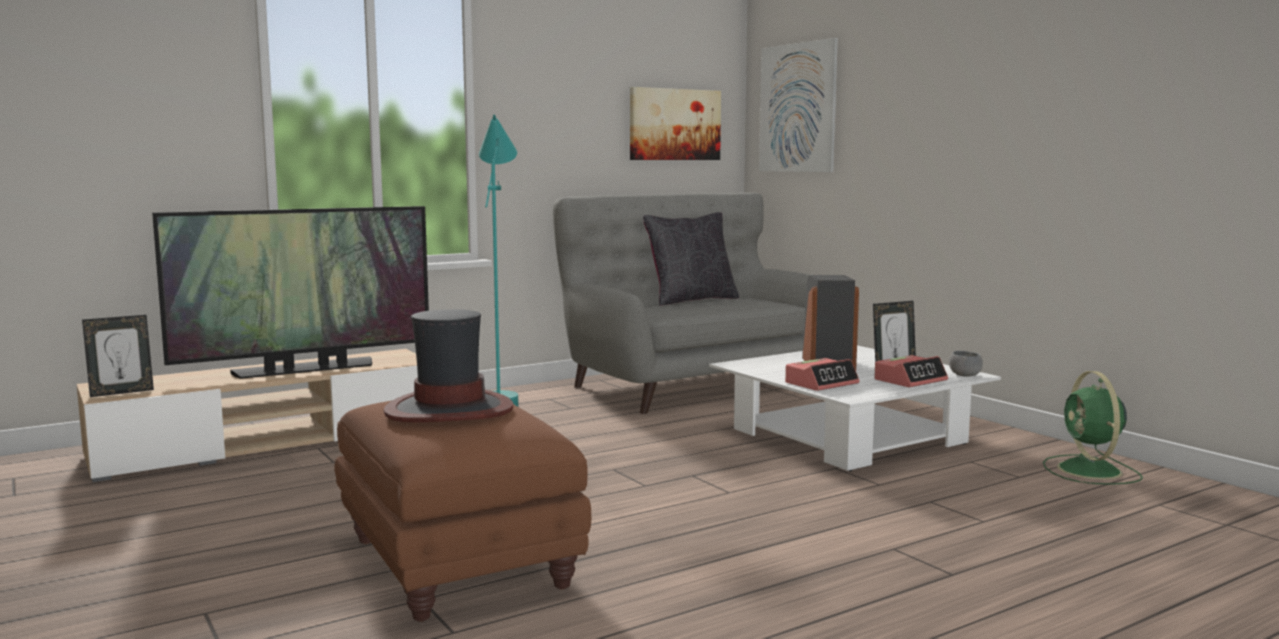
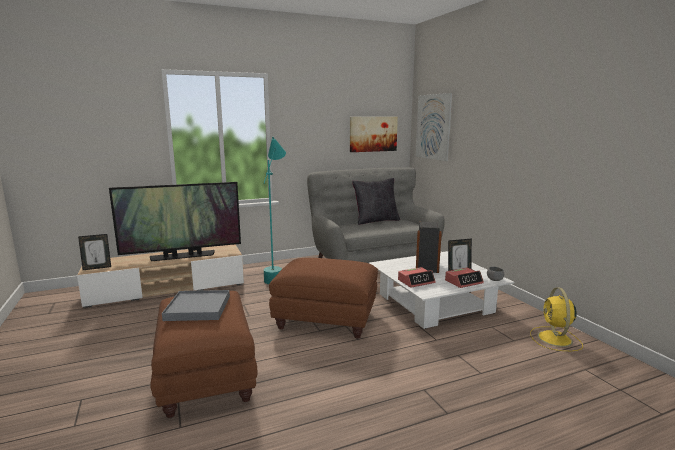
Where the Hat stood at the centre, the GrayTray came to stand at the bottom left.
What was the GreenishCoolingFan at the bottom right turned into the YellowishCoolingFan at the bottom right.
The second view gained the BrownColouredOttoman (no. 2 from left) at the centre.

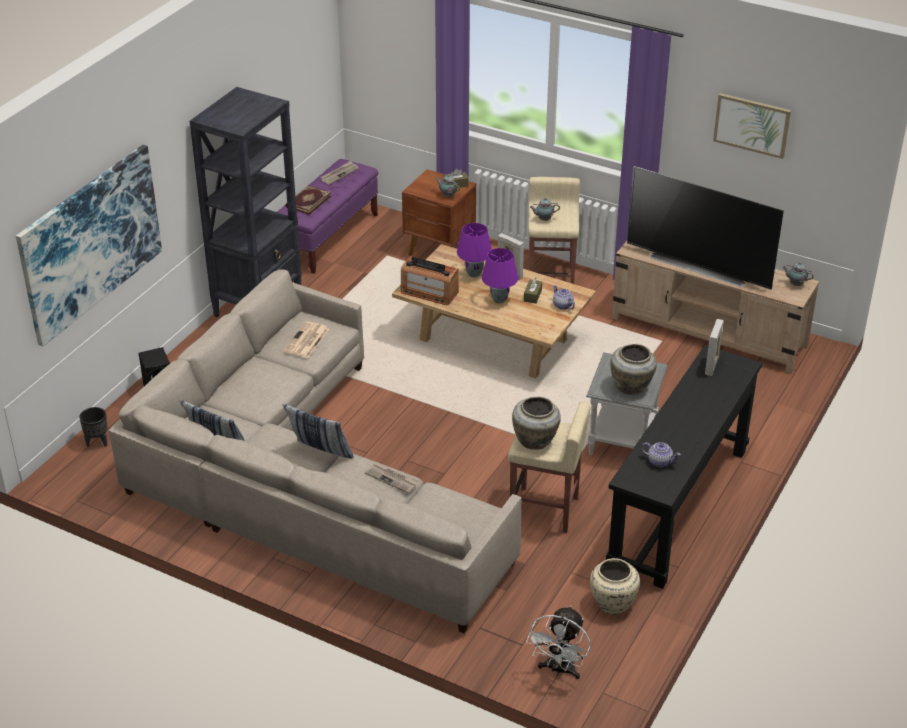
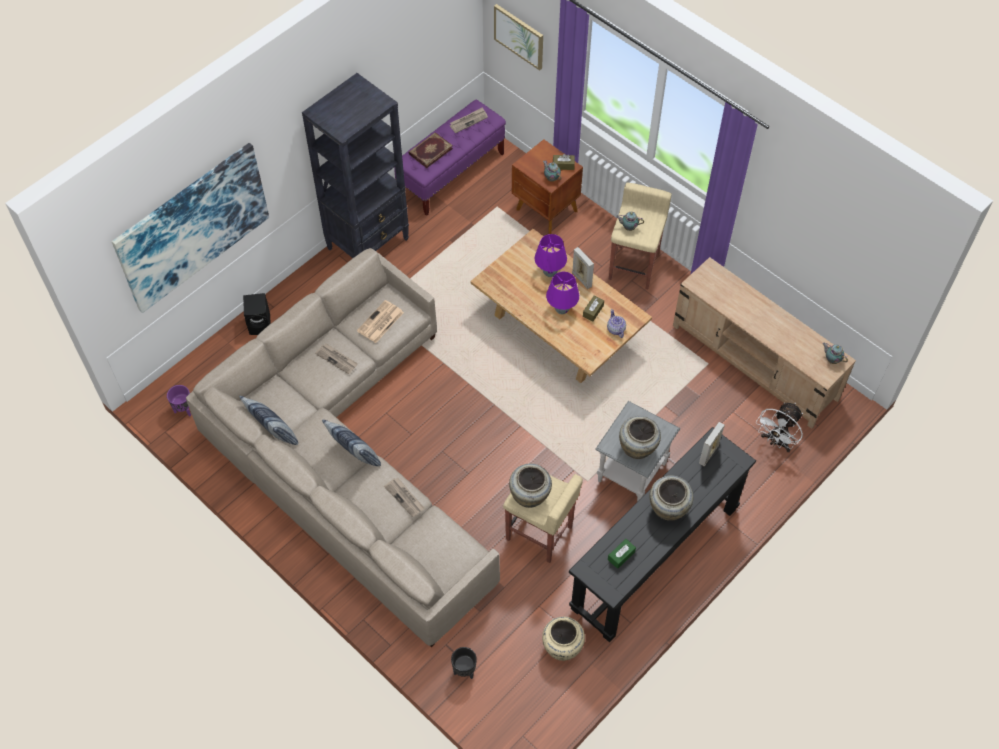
The WallPicture (no. 2 from left) ended up elsewhere, having gone from the top right to the top centre.
The second view lost the Television at the top right.
The second view lost the Radio at the centre.
The BlackFlowerPot ended up elsewhere, having gone from the middle left to the bottom centre.
Where the Teapot (no. 4 from left) stood at the middle right, the GreenishTissueBox came to stand at the bottom centre.
The WhiteCoolingFan ended up elsewhere, having gone from the bottom centre to the middle right.
The second view gained the Newspaper (no. 1 from left) at the centre.
The second view gained the PurpleColouredFlowerPot at the middle left.
The second view gained the BeigeColouredDecorativeVase (no. 4 from left) at the middle right.

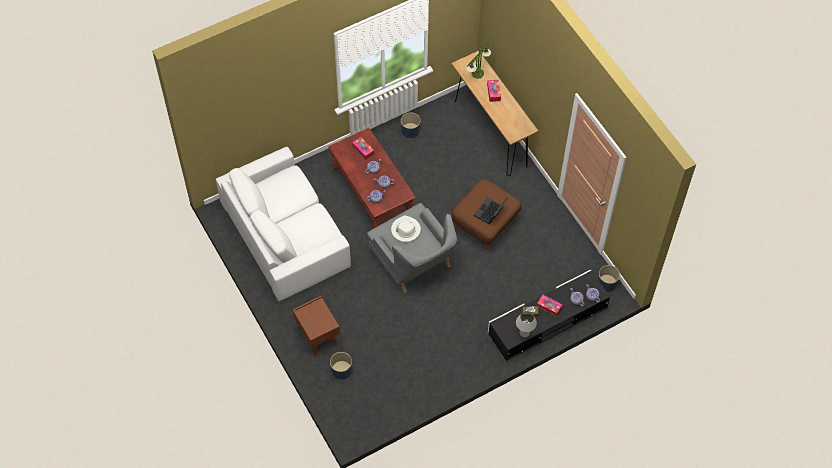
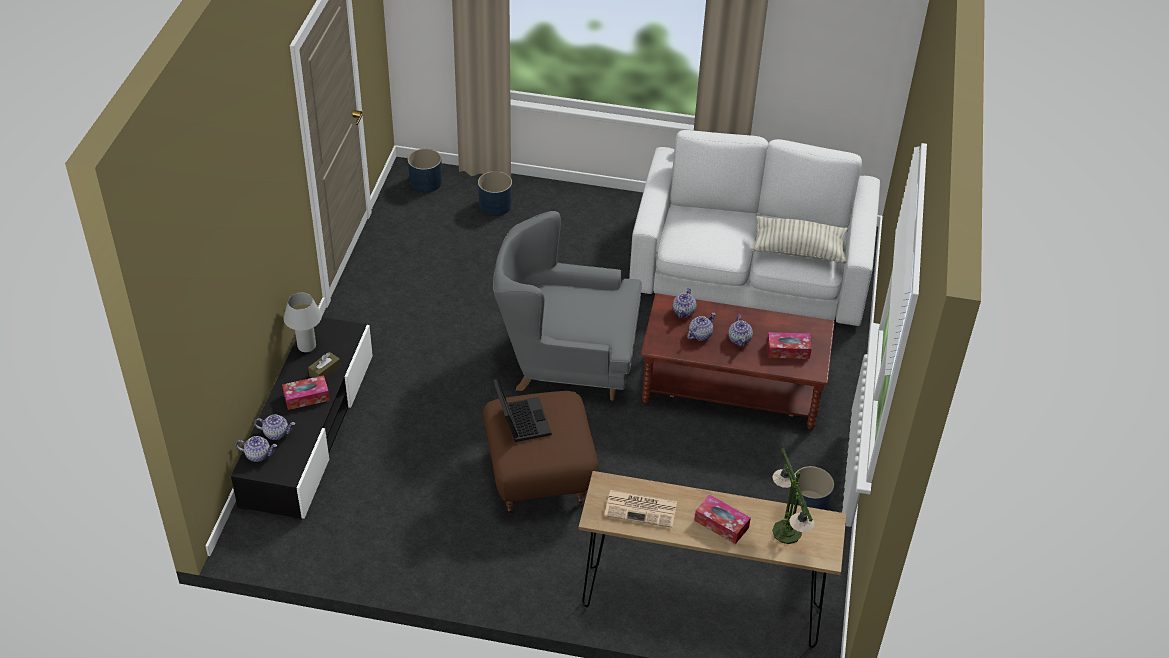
The second view lost the WhiteHat at the centre.
The BlueColouredFlowerPot (no. 3 from left in the first image) ended up elsewhere, having gone from the middle right to the top centre.
The second view lost the BrownColouredBedsideTable at the bottom centre.
The second view gained the Pillow at the middle right.
The second view gained the Newspaper at the bottom centre.

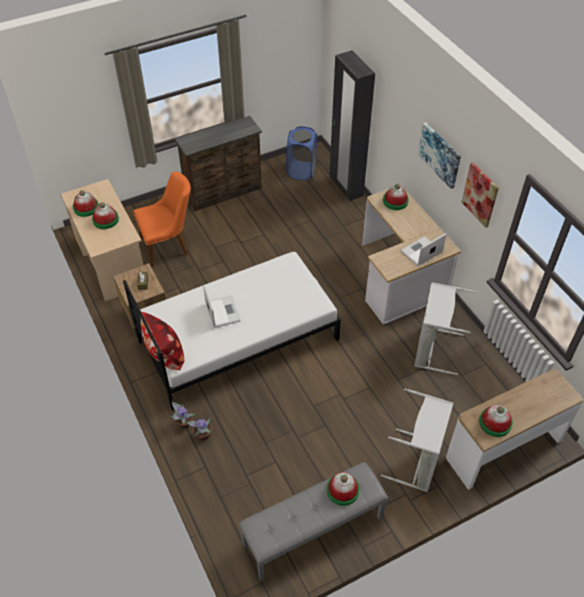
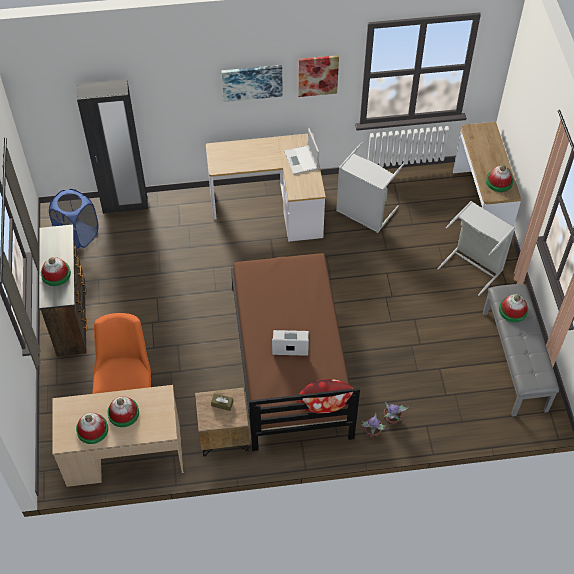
The Hat (no. 4 from left in the first image) ended up elsewhere, having gone from the top right to the middle left.
What was the WhiteBed at the centre turned into the BrownColouredBed at the centre.

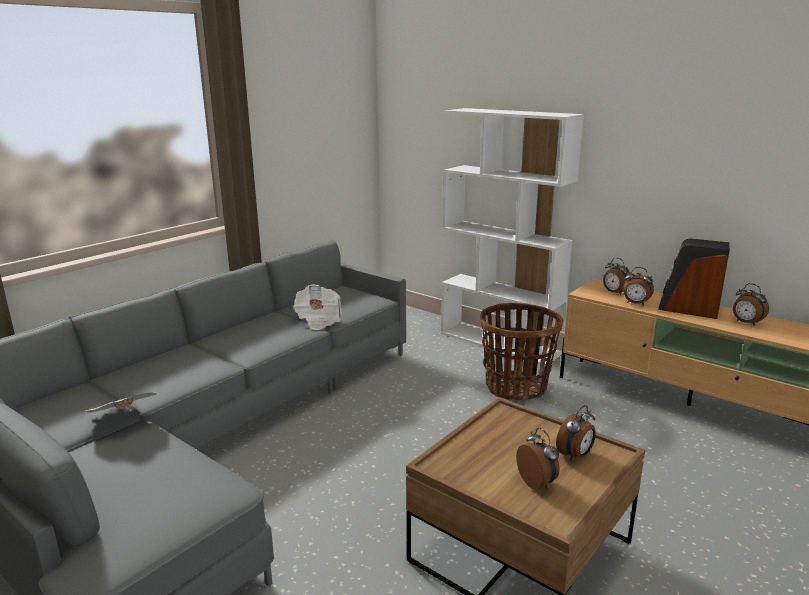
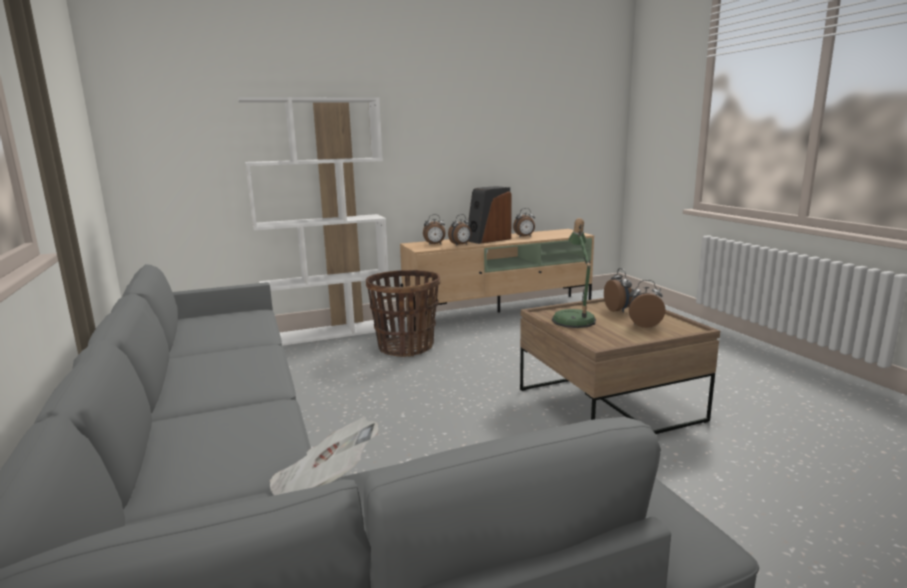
The second view lost the Newspaper (no. 2 from left) at the centre.
The second view gained the TableLamp at the centre.

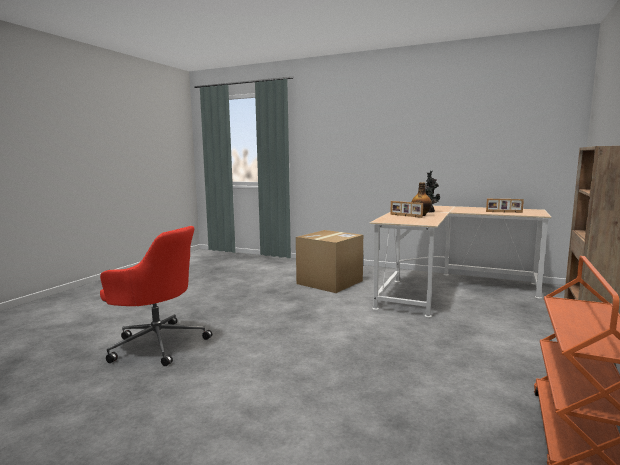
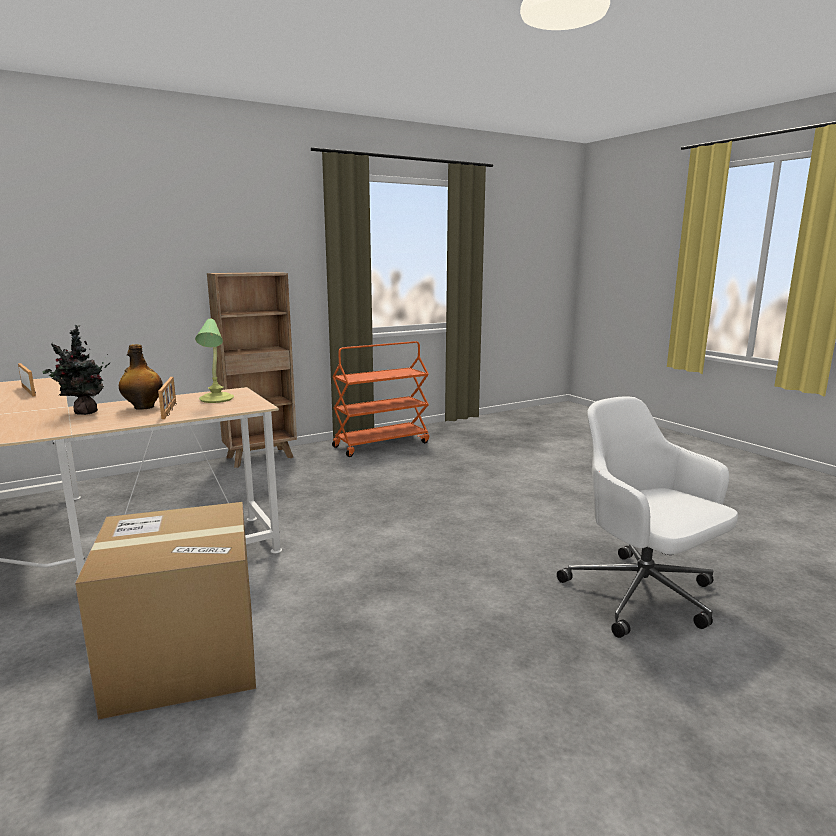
What was the RedDeskChair at the middle left turned into the WhiteDeskChair at the middle right.
The second view gained the TableLamp at the middle left.

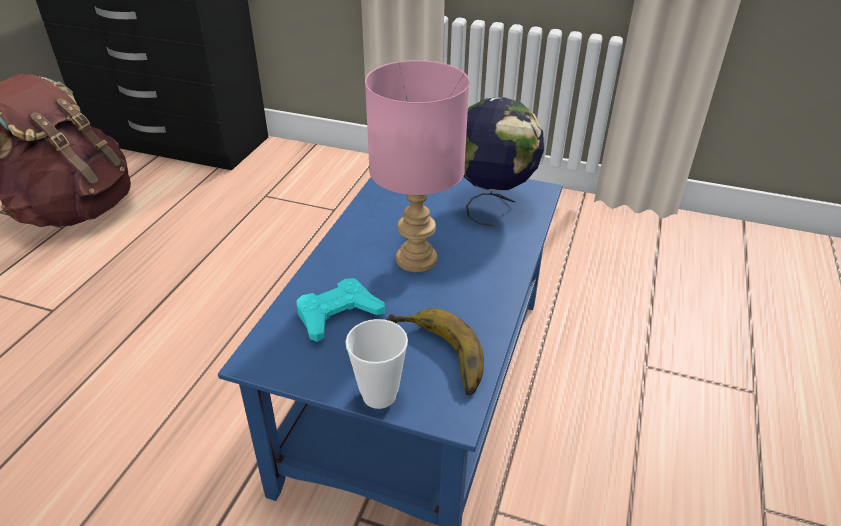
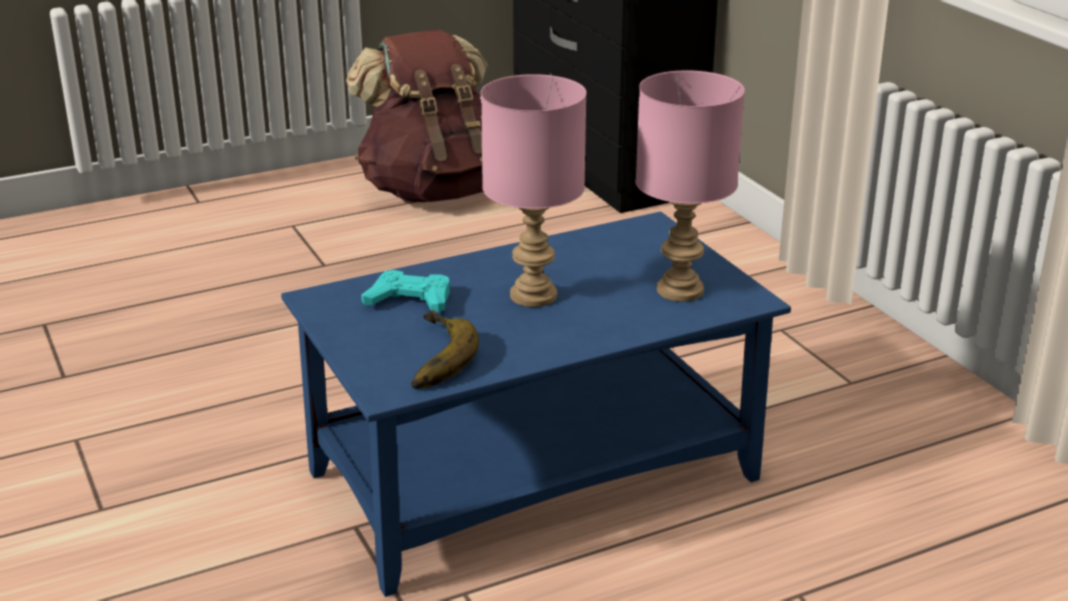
Where the DeskGlobe stood at the top centre, the PinkTableLamp (no. 2 from left) came to stand at the top centre.
The second view lost the SmallCup at the bottom centre.

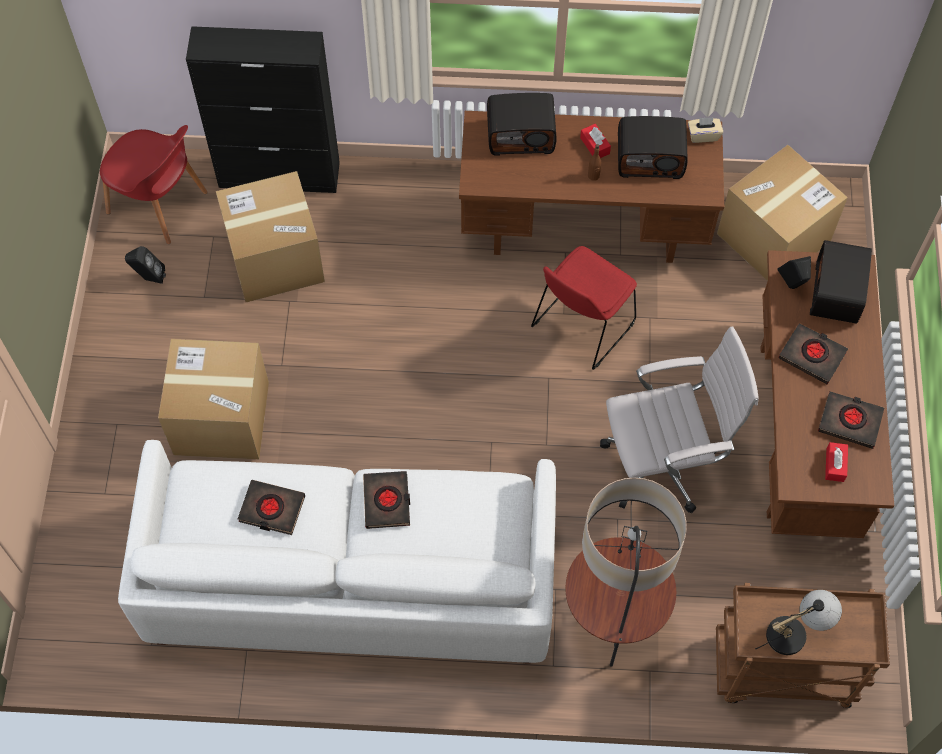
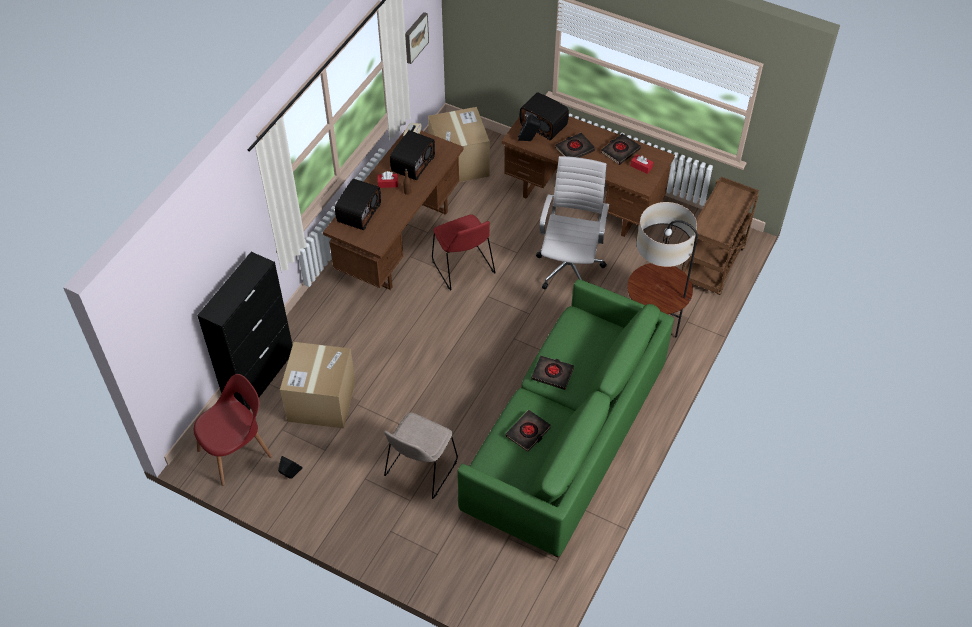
Where the CardboardBox (no. 1 from left) stood at the middle left, the BeigeColouredUprightChair came to stand at the bottom centre.
What was the WhiteSofa at the bottom centre turned into the GreenishSofa at the bottom centre.
The second view lost the TableLamp at the bottom right.
The second view gained the WallPicture at the top centre.

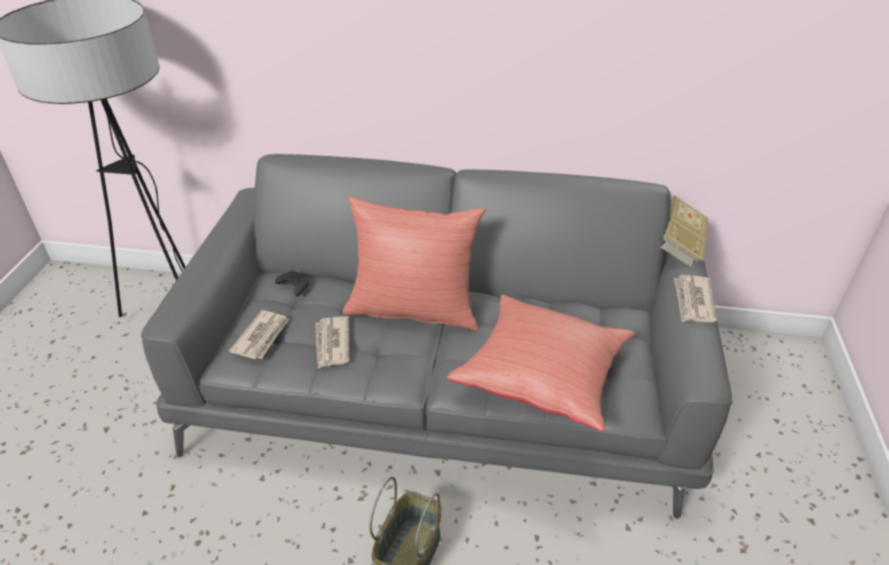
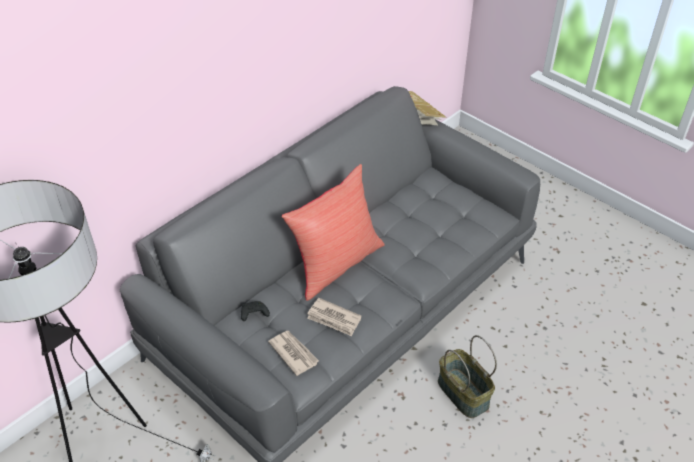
The second view lost the Newspaper (no. 3 from left) at the middle right.
The second view lost the RedPillow (no. 2 from left) at the centre.

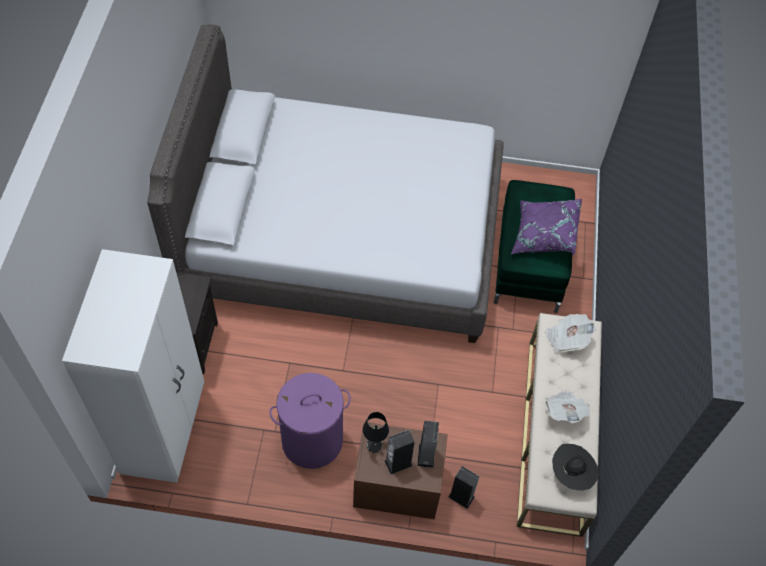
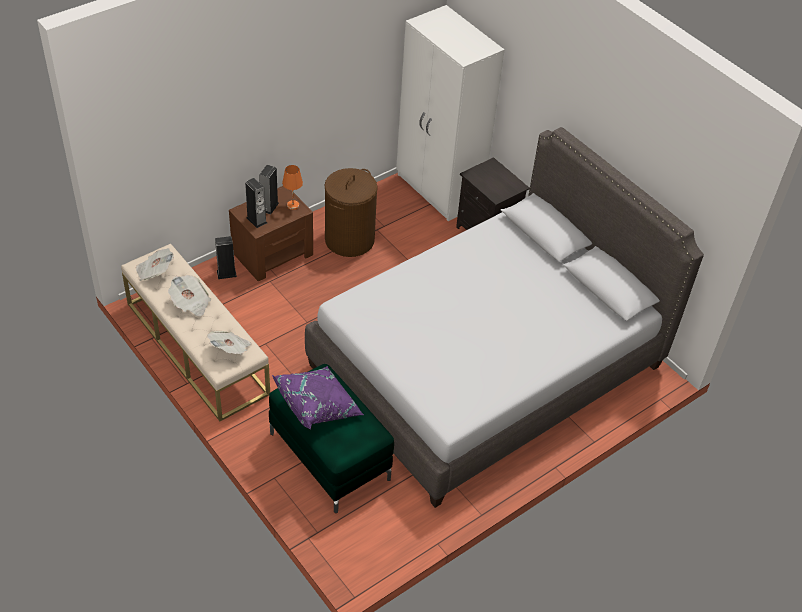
What was the PurpleColouredWashingBasket at the bottom centre turned into the BrownColouredWashingBasket at the centre.
What was the BlackTableLamp at the bottom centre turned into the OrangeyTableLamp at the top centre.
Where the BlackHat stood at the bottom right, the Newspaper (no. 1 from left) came to stand at the middle left.

